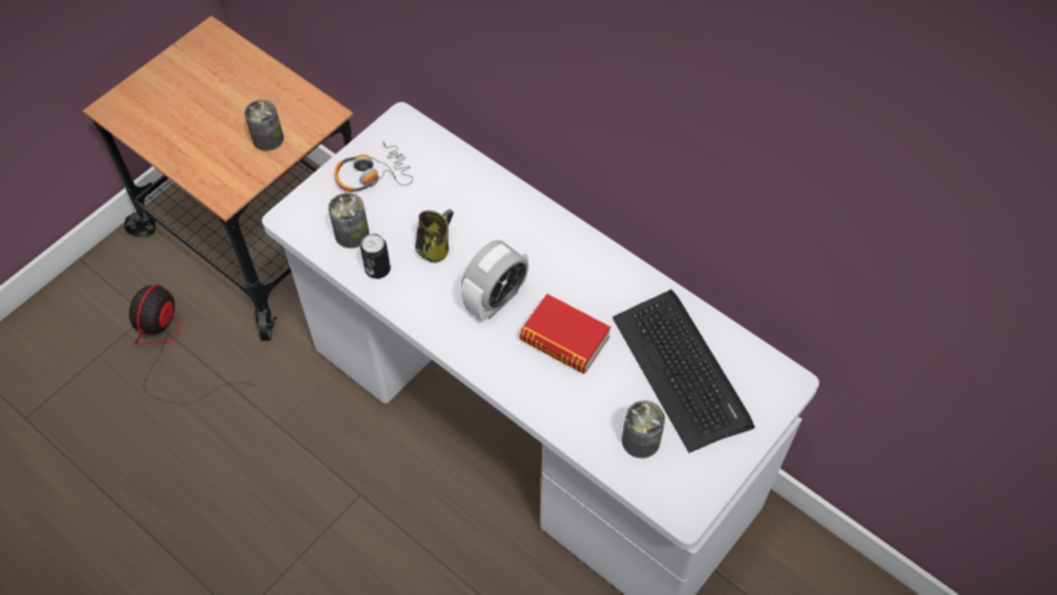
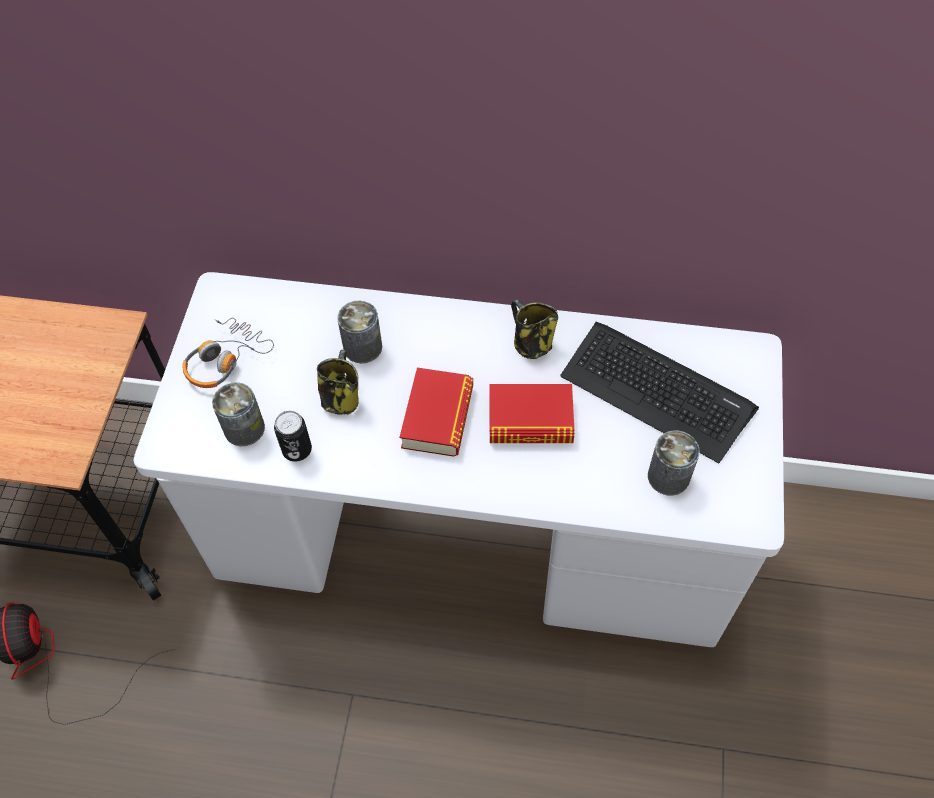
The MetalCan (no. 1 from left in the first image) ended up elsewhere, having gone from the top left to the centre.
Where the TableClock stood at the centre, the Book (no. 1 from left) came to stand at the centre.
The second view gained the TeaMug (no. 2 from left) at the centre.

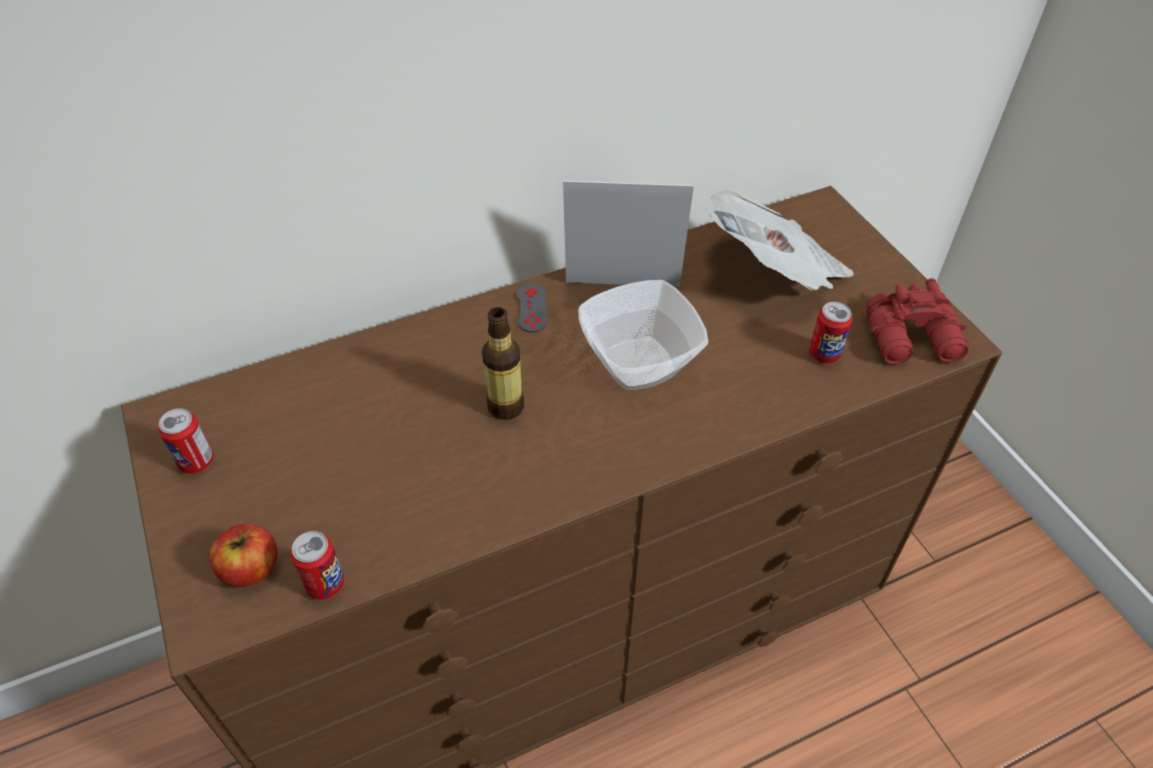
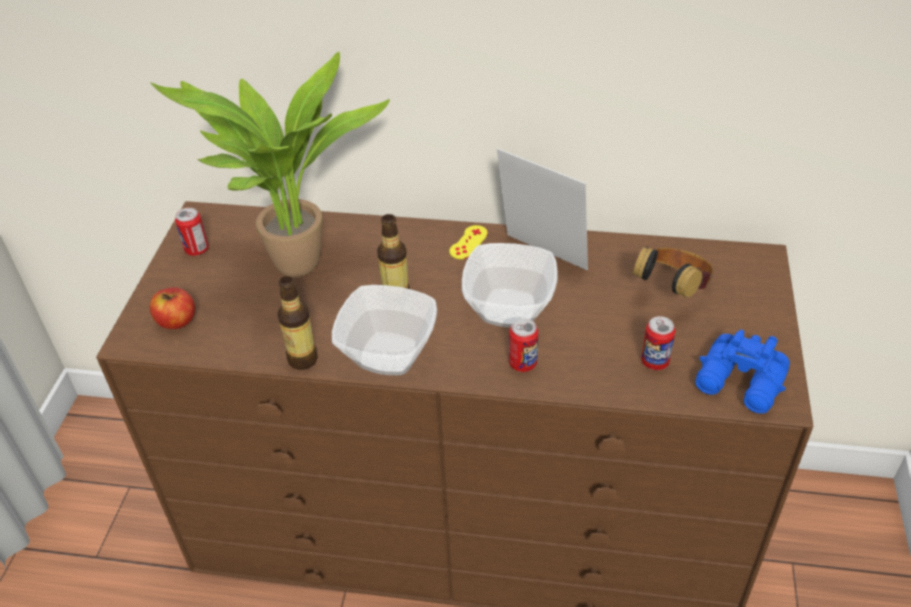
Where the Newspaper stood at the top right, the Headphones came to stand at the middle right.
What was the RedFieldGlasses at the middle right turned into the BlueColouredFieldGlasses at the middle right.
What was the GrayJoypad at the centre turned into the YellowishJoypad at the centre.
The MetalCan (no. 2 from left) ended up elsewhere, having gone from the bottom left to the centre.
The second view gained the PottedPlant at the top left.
The second view gained the DrinkBottle (no. 1 from left) at the middle left.
The second view gained the ServingBowl (no. 1 from left) at the centre.

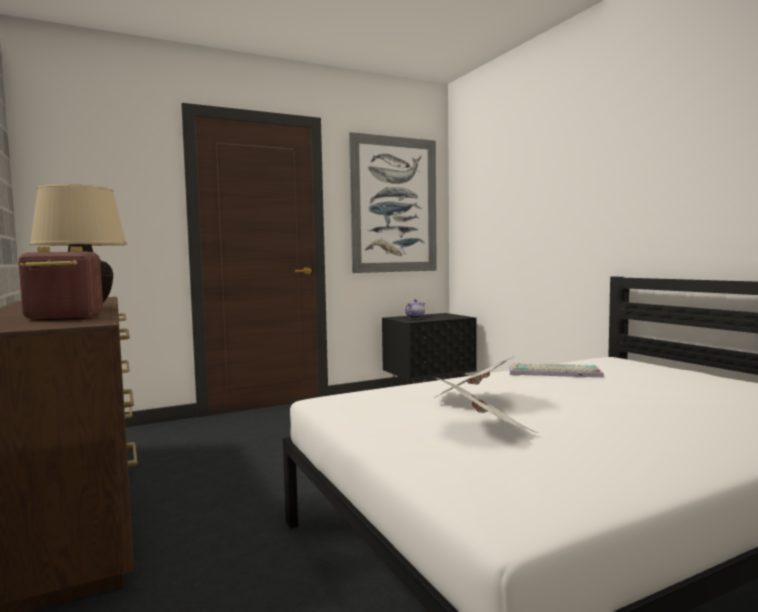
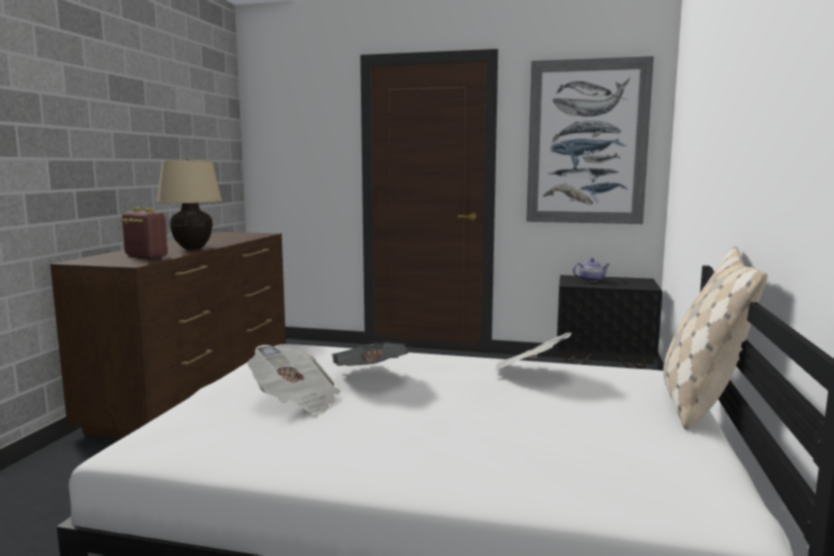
Where the ComputerKeyboard stood at the middle right, the Newspaper (no. 3 from left) came to stand at the centre.
The second view gained the BeigeColouredPillow at the middle right.

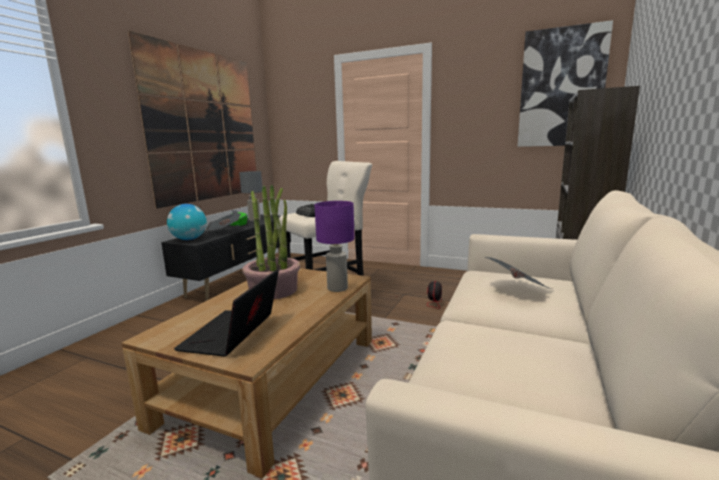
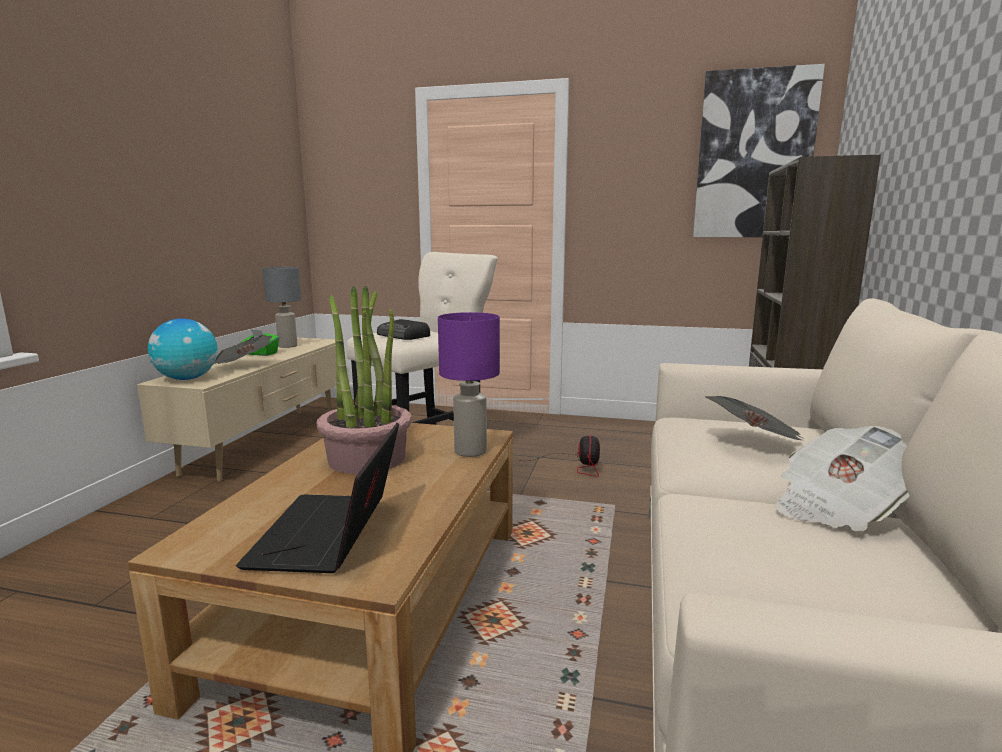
The second view lost the WallPicture (no. 1 from left) at the top left.
What was the BlackTvStand at the middle left turned into the BeigeColouredTvStand at the middle left.
The second view gained the Newspaper (no. 3 from left) at the middle right.

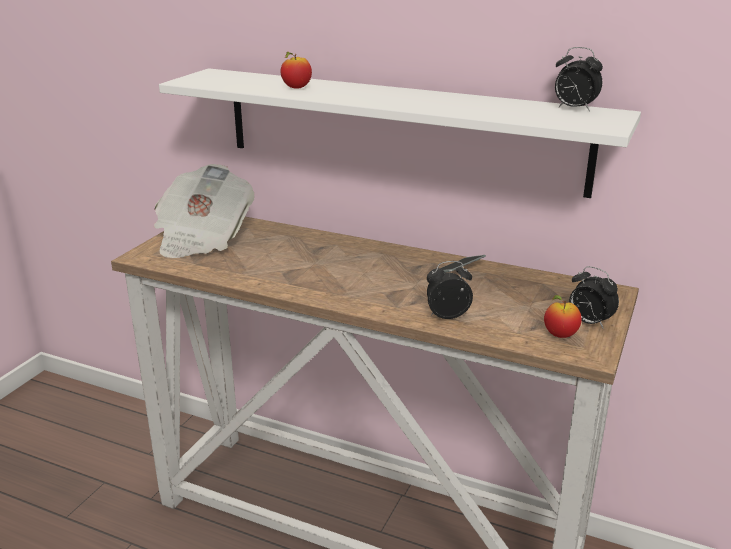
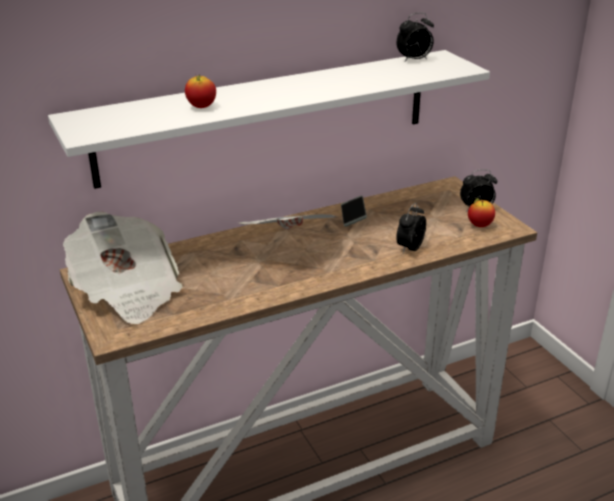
The second view gained the Newspaper (no. 2 from left) at the centre.

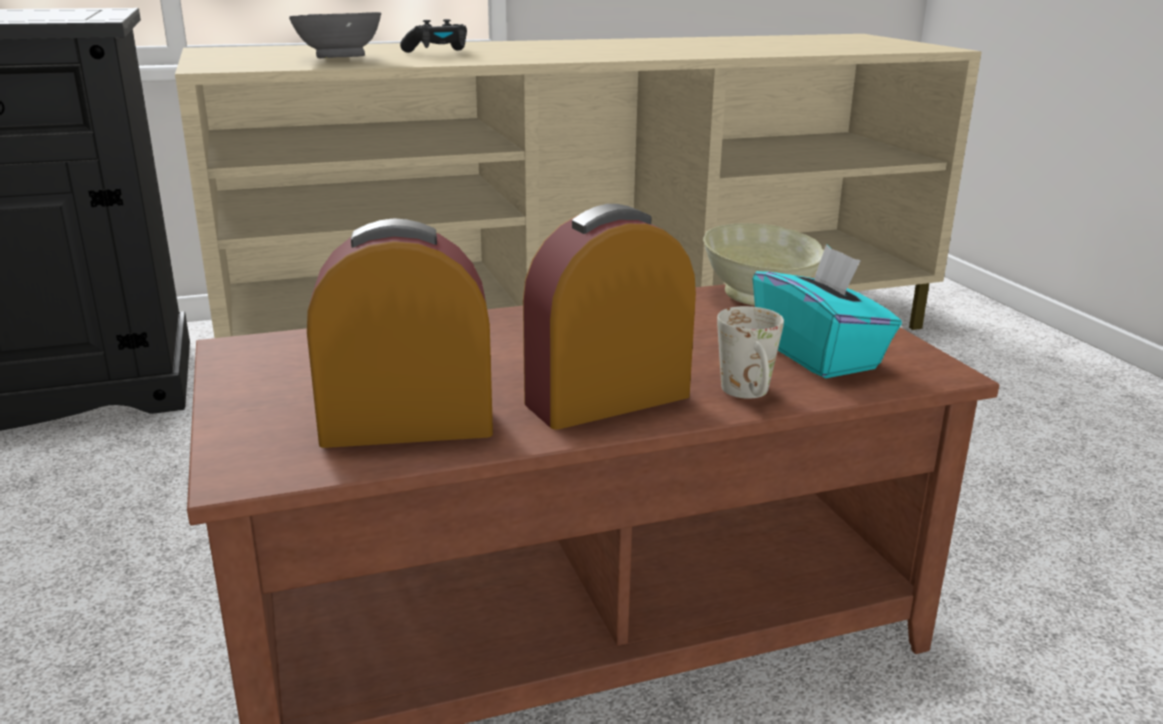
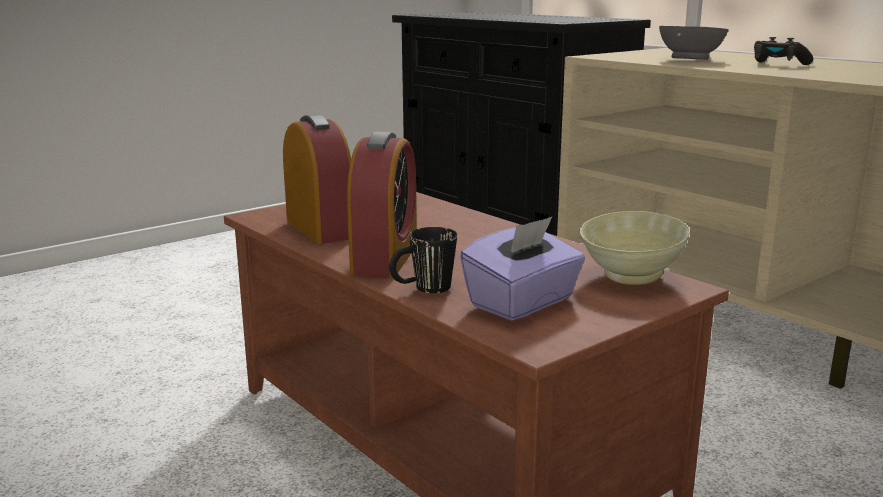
The TableClock (no. 2 from left) at the centre ended up facing another way, 60 degrees clockwise from before.
What was the BlueGreenTissueBox at the middle right turned into the PurpleColouredTissueBox at the centre.
What was the WhiteTeaMug at the centre turned into the BlackTeaMug at the centre.

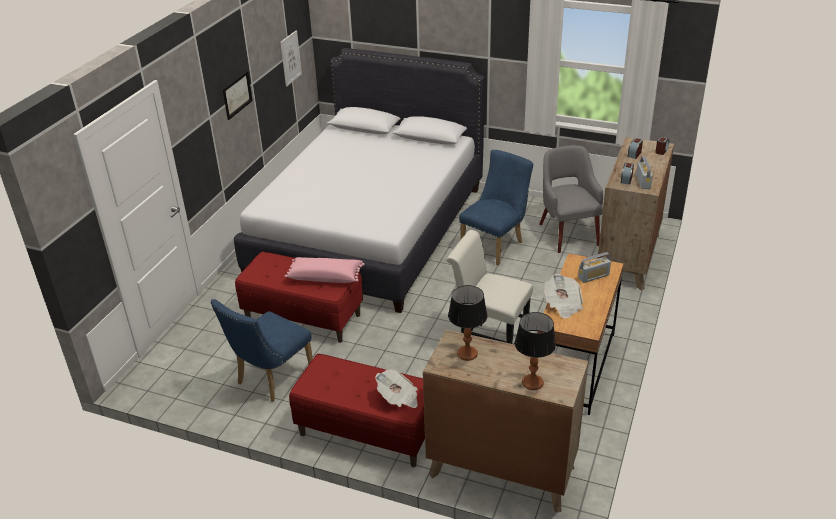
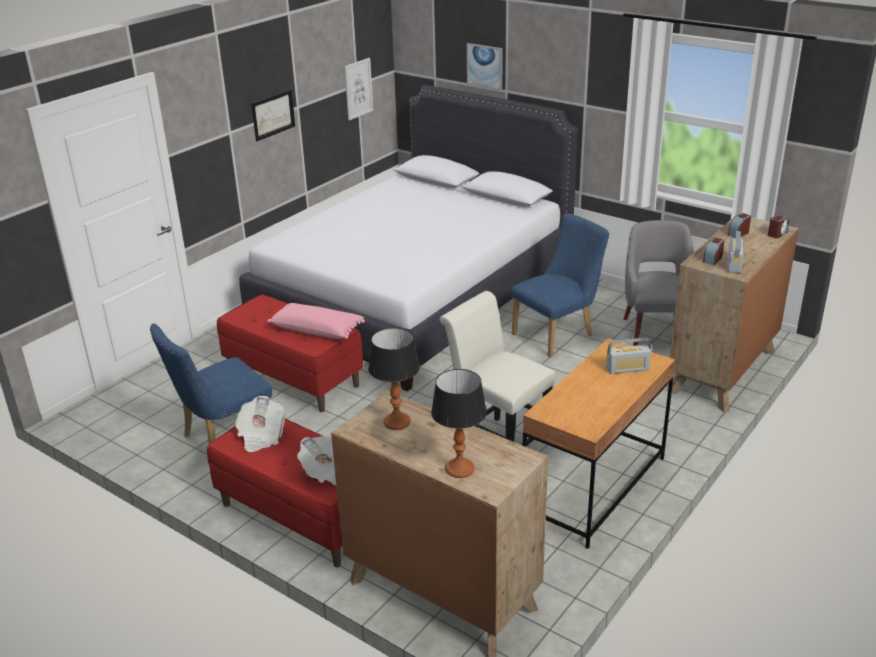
The Newspaper (no. 2 from left in the first image) ended up elsewhere, having gone from the middle right to the middle left.
The second view gained the WallPicture (no. 3 from left) at the top centre.

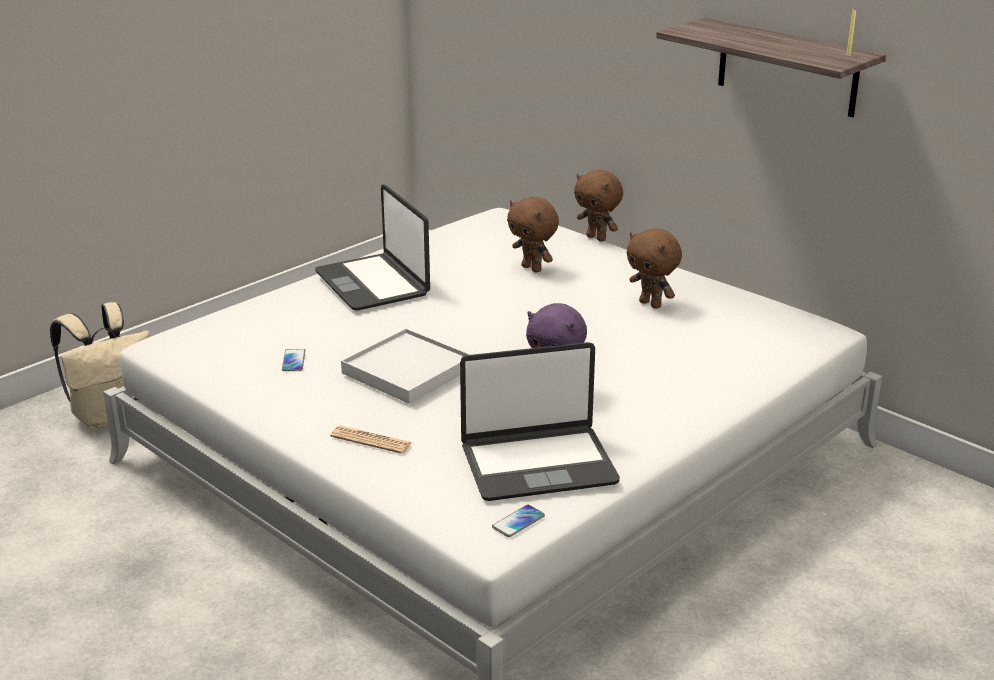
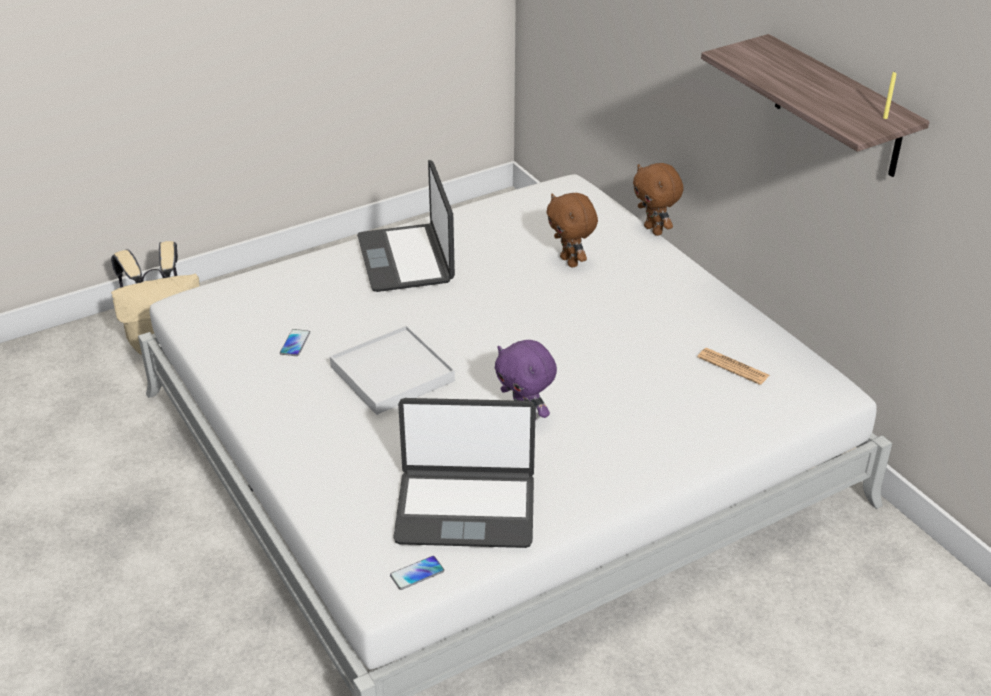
The second view lost the BrownColouredSoftToy (no. 3 from left) at the centre.
The Newspaper ended up elsewhere, having gone from the centre to the middle right.

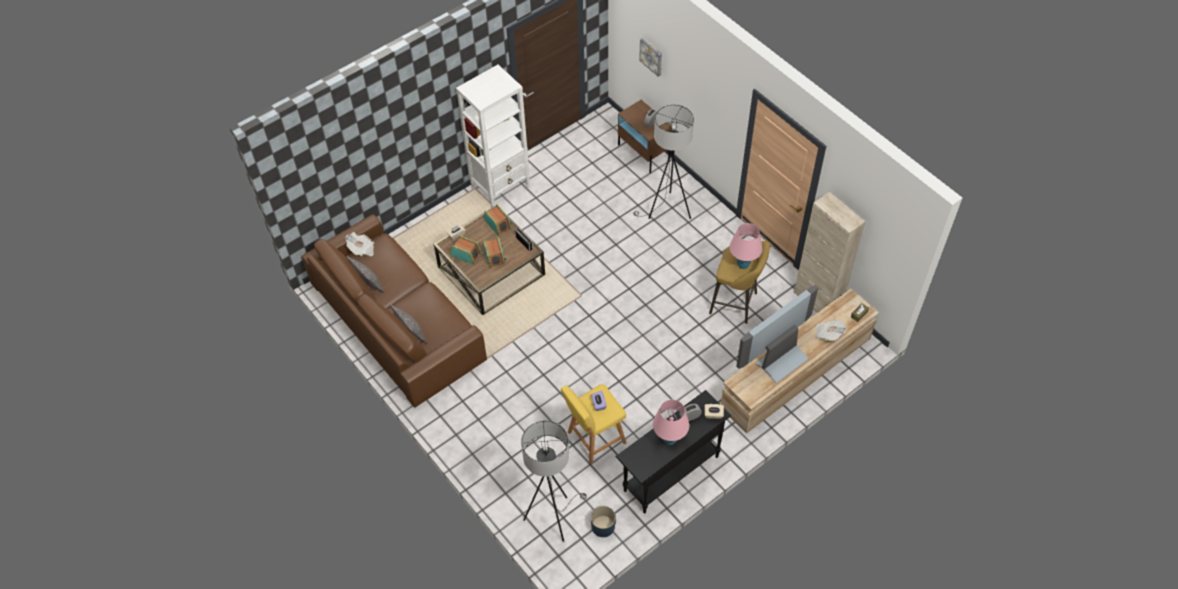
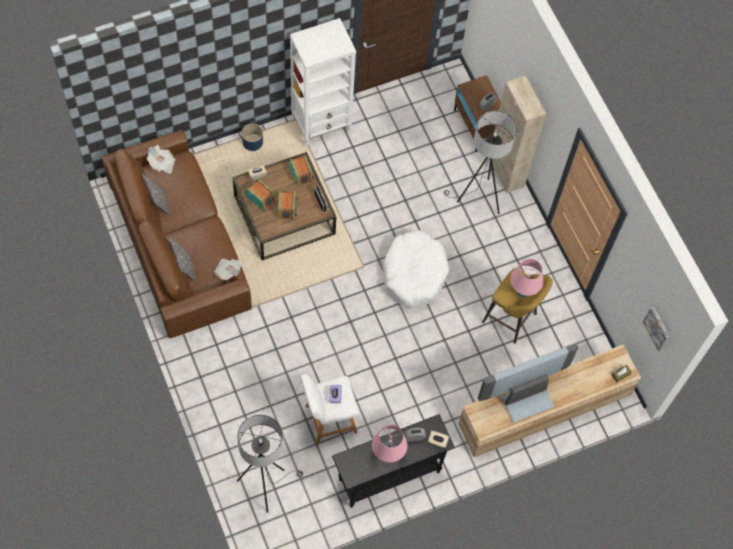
The WallPicture ended up elsewhere, having gone from the top centre to the middle right.
The BeigeColouredCabinet ended up elsewhere, having gone from the middle right to the top right.
The Newspaper (no. 2 from left) ended up elsewhere, having gone from the middle right to the middle left.
What was the YellowishSittingStool (no. 1 from left) at the bottom centre turned into the WhiteSittingStool at the bottom centre.
The BlueColouredFlowerPot ended up elsewhere, having gone from the bottom centre to the top centre.
The second view gained the WhiteDogBed at the centre.

